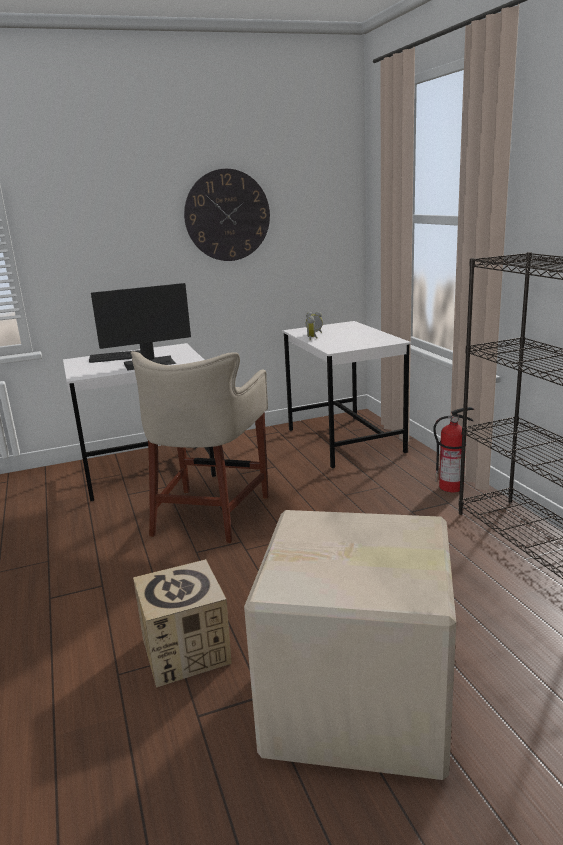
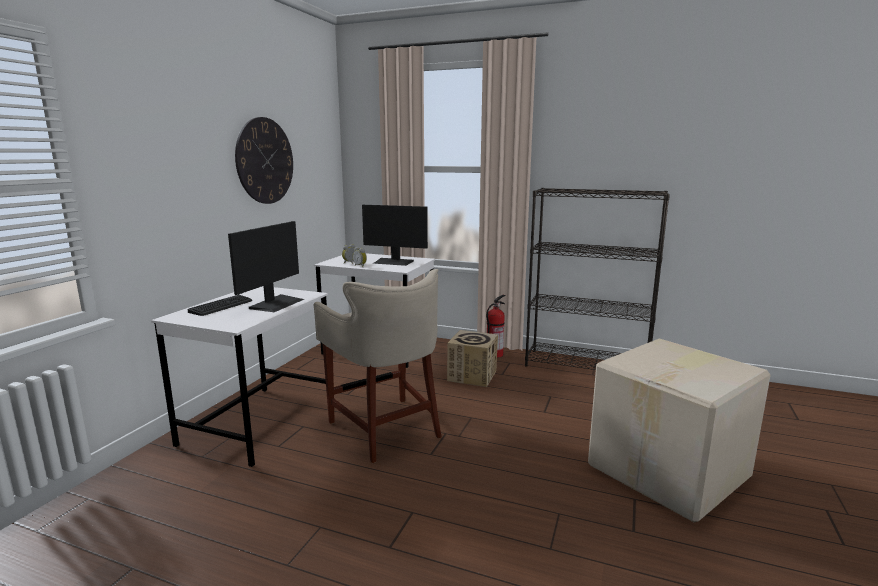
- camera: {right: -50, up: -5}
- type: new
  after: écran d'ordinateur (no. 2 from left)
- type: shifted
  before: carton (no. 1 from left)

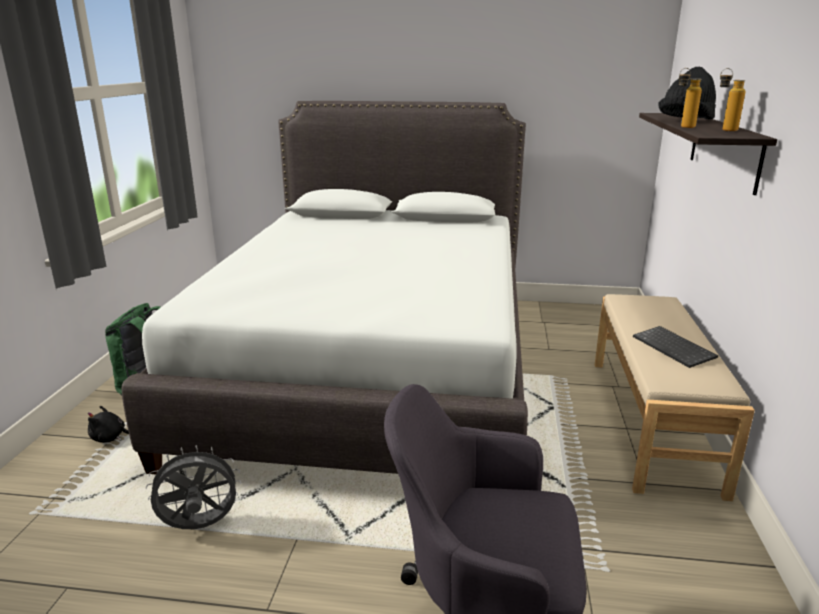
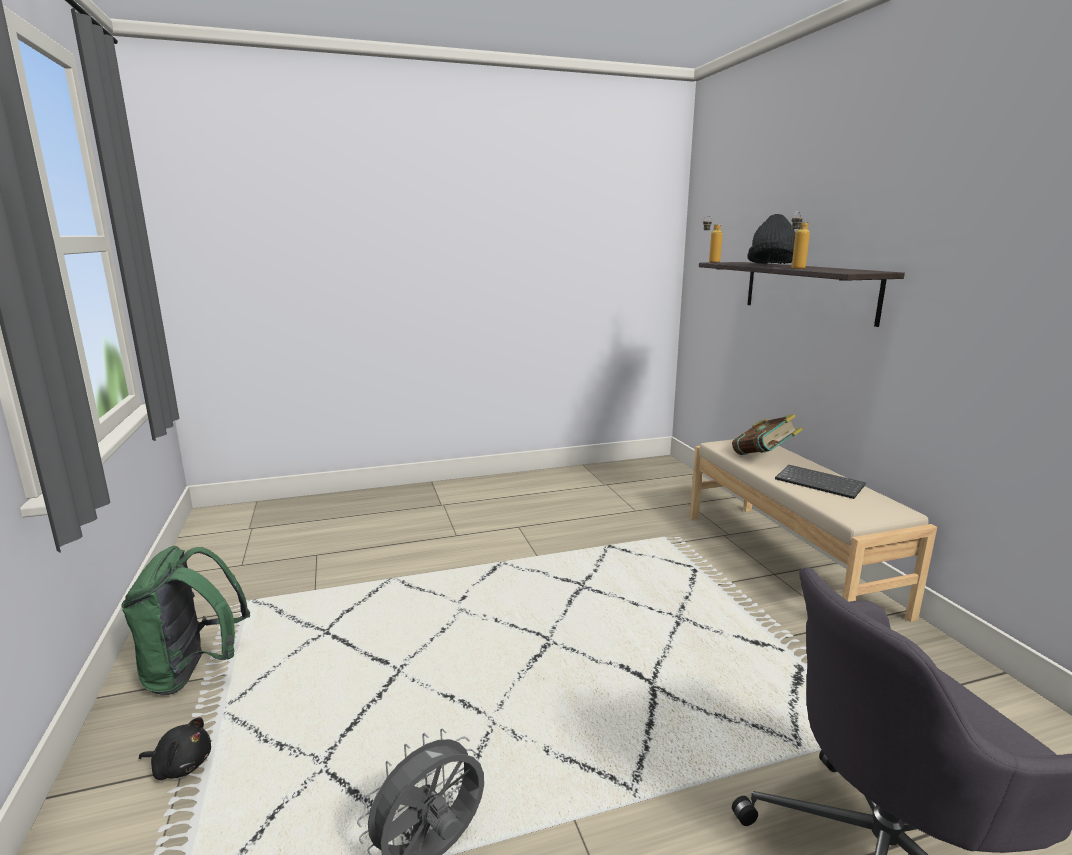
- camera: {right: -25, up: -5}
- type: gone
  before: lit/blanc
- type: new
  after: livre
- type: shifted
  before: bouteille (no. 2 from left in the first image)
  after: bouteille (no. 1 from left)
- type: rotated
  before: peluche/noir
  turn: -150

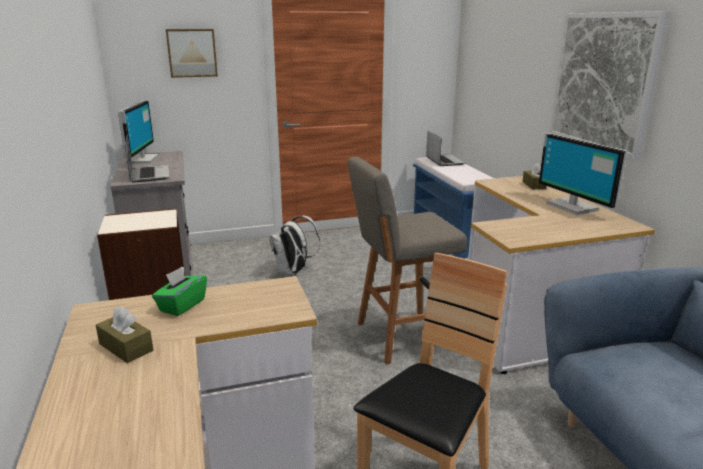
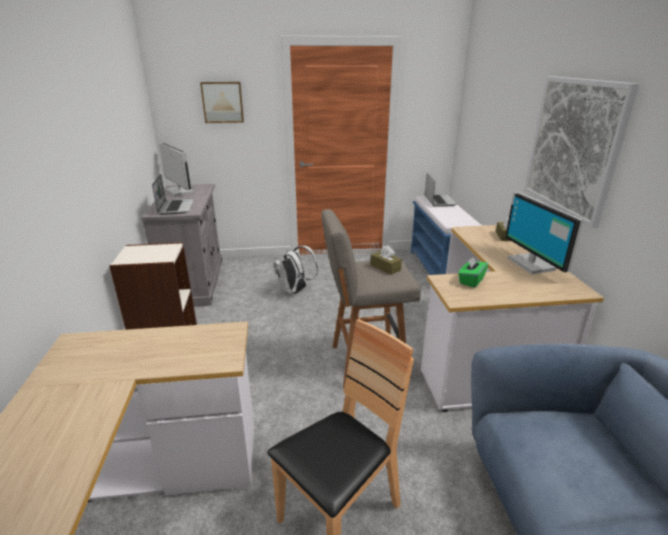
- camera: {right: 10, up: 5}
- type: shifted
  before: boîte à mouchoirs/marron (no. 1 from left)
- type: shifted
  before: boîte à mouchoirs/vert
- type: rotated
  before: écran d'ordinateur (no. 1 from left)
  turn: -45

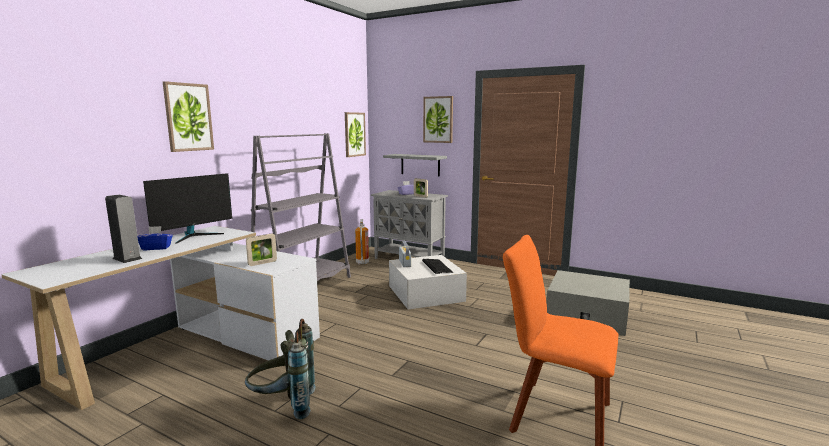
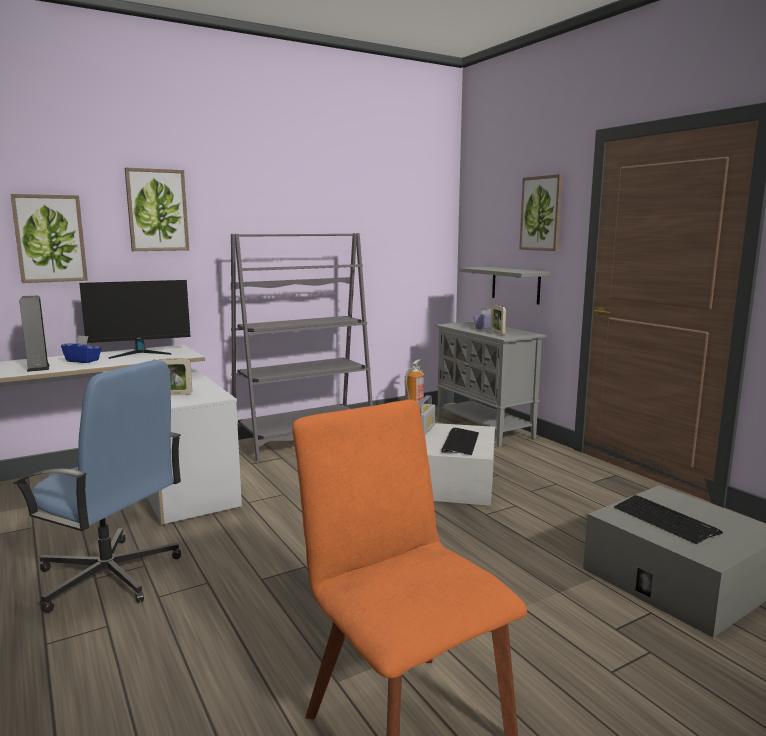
- camera: {right: 30, up: 0}
- type: new
  after: clavier (no. 2 from left)
- type: shifted
  before: tableau (no. 2 from left in the first image)
  after: tableau (no. 1 from left)
- type: swapped
  before: sac à dos/gris
  after: chaise de bureau/bleu

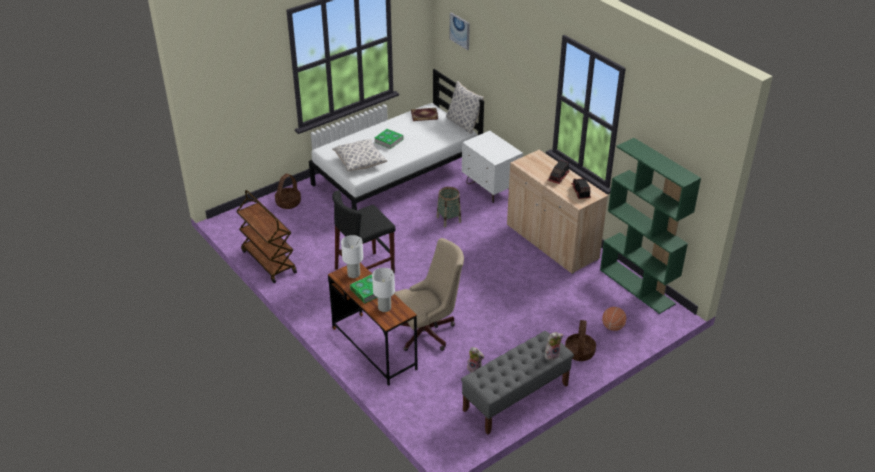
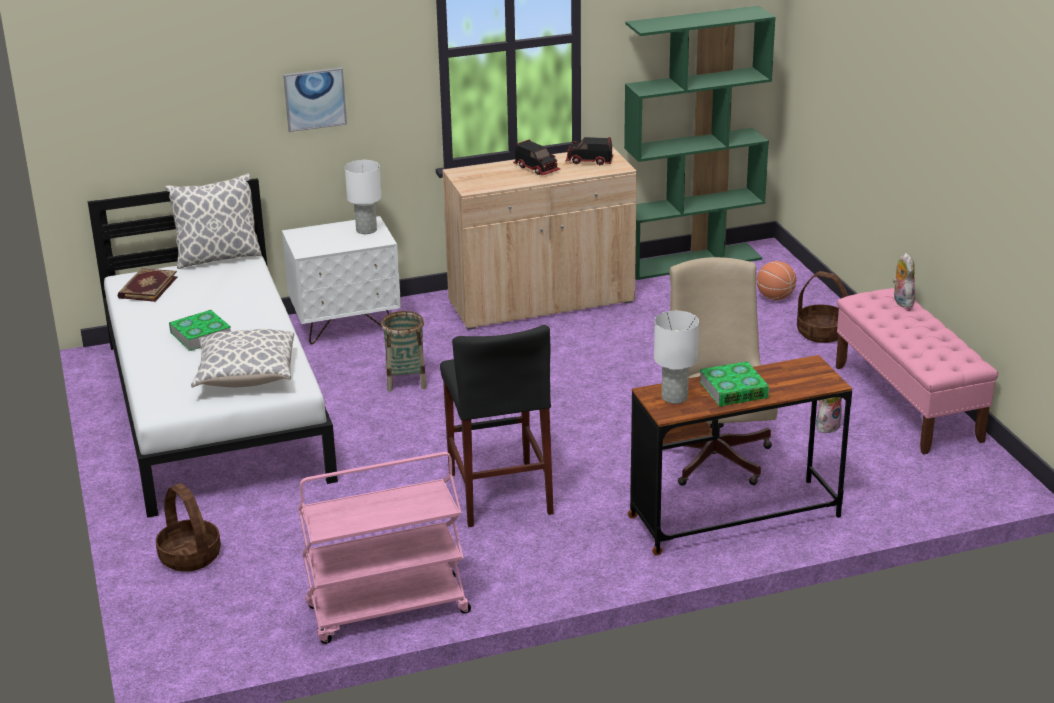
- camera: {right: -70, up: -10}
- type: shifted
  before: lampe de table/blanc (no. 2 from left in the first image)
  after: lampe de table/blanc (no. 1 from left)
- type: shifted
  before: tableau
- type: repainted
  before: chariot/marron
  after: chariot/rose
- type: repainted
  before: banc/gris
  after: banc/rose

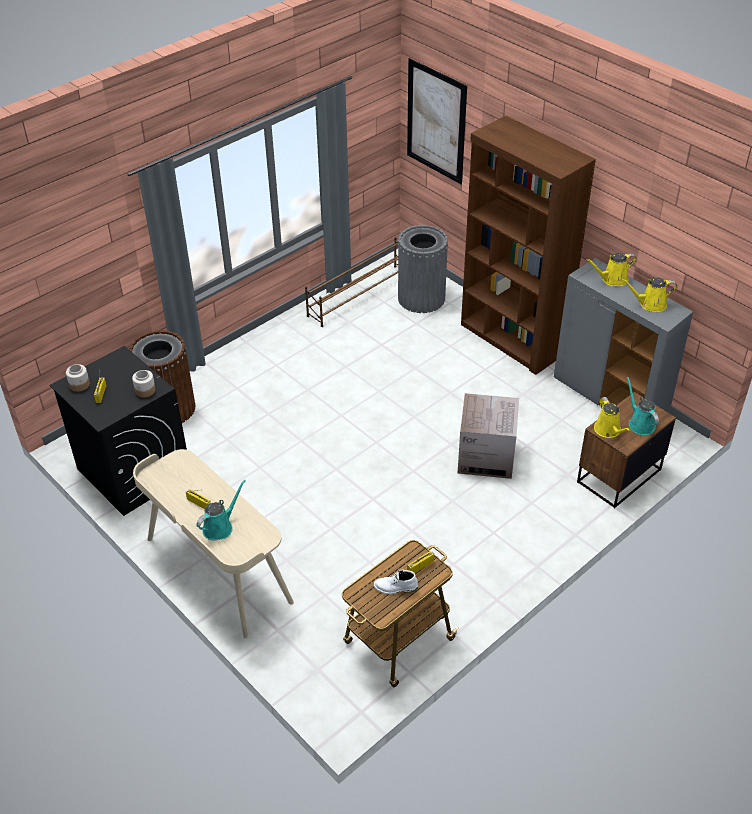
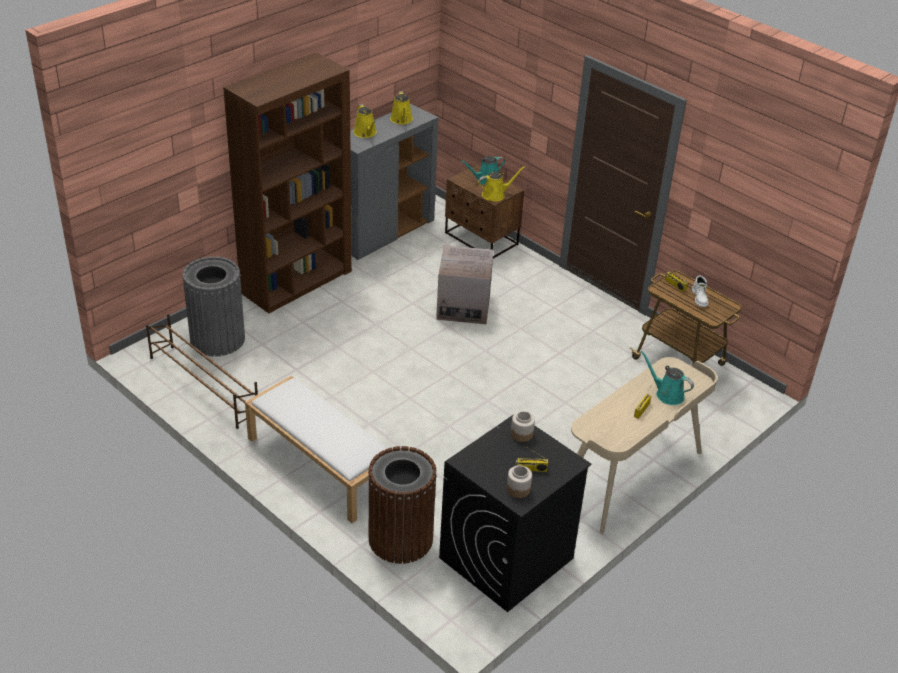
- camera: {right: -95, up: -5}
- type: gone
  before: tableau
- type: new
  after: banc/blanc

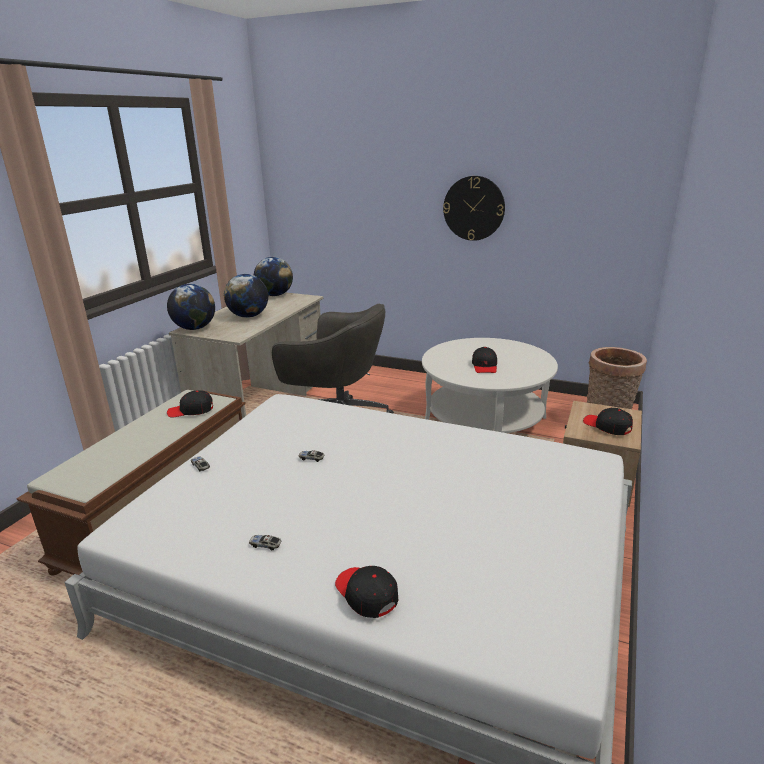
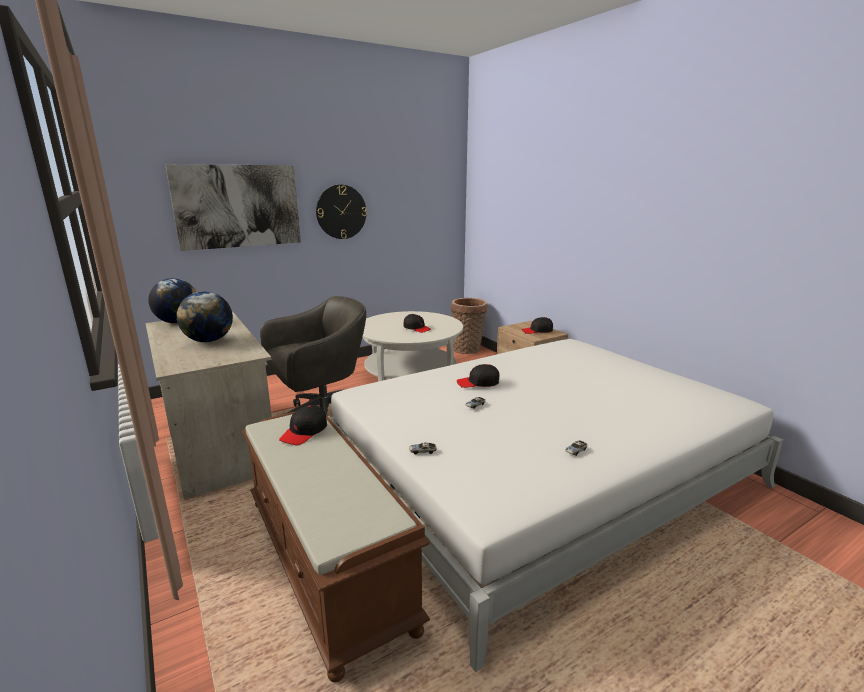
- camera: {right: -55, up: -5}
- type: gone
  before: globe (no. 1 from left)
- type: new
  after: tableau
- type: shifted
  before: casquette/noir (no. 2 from left in the first image)
  after: casquette/noir (no. 3 from left)

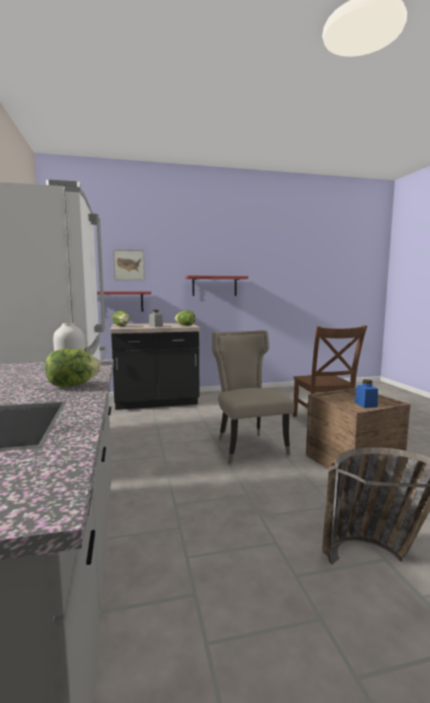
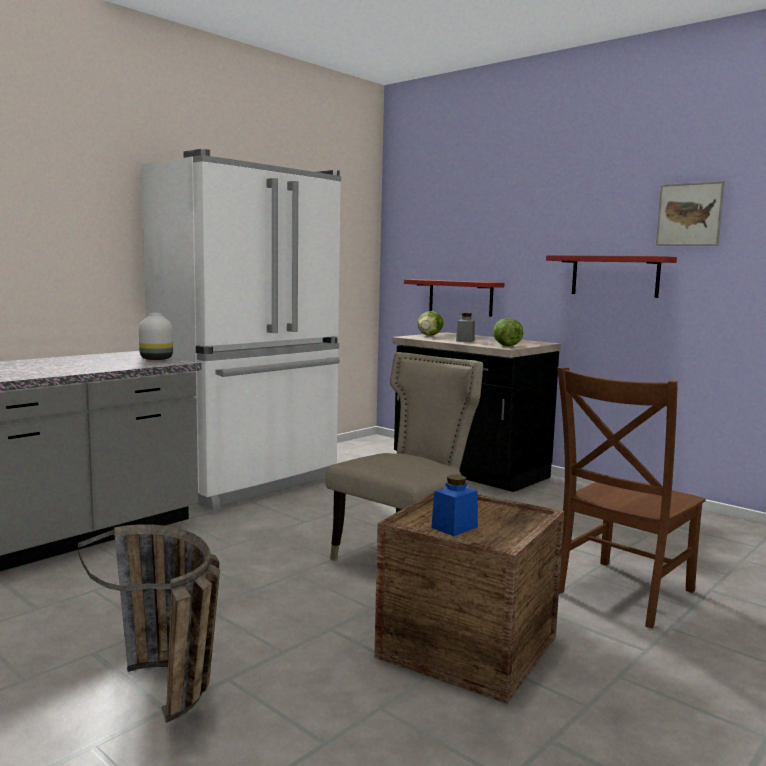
- camera: {right: 55, up: 0}
- type: gone
  before: laitue (no. 1 from left)
- type: shifted
  before: tableau

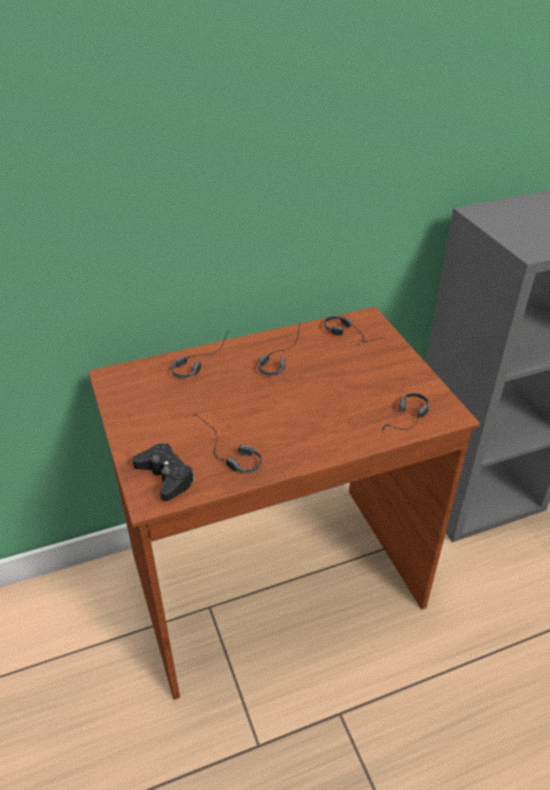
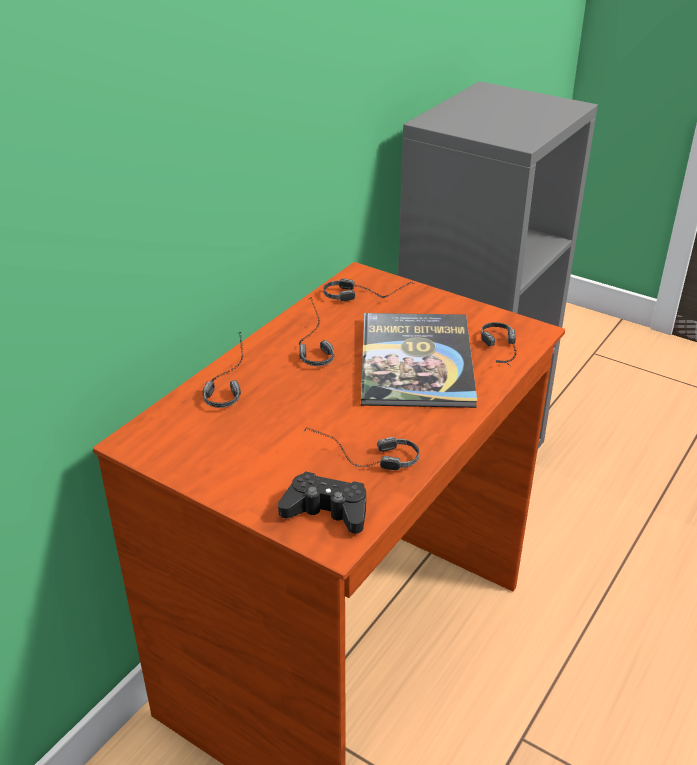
- camera: {right: -35, up: -5}
- type: new
  after: livre

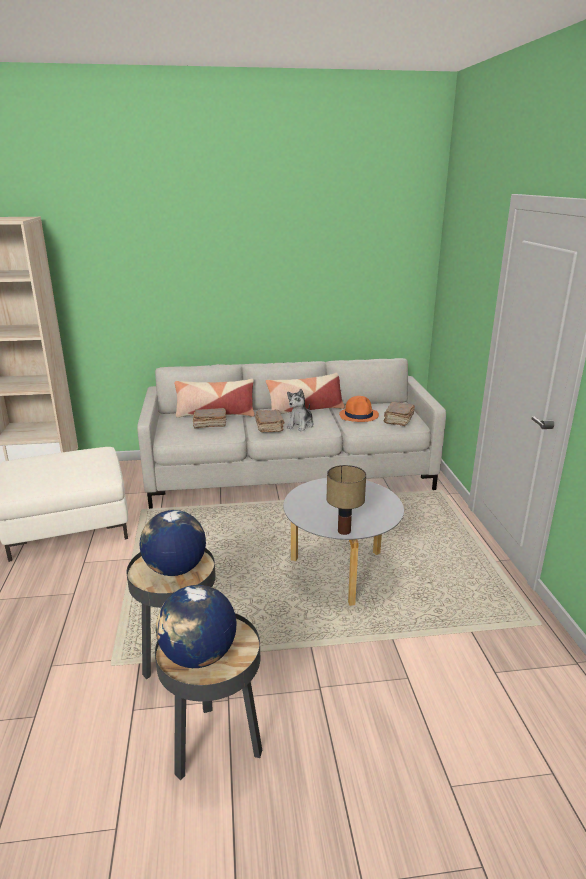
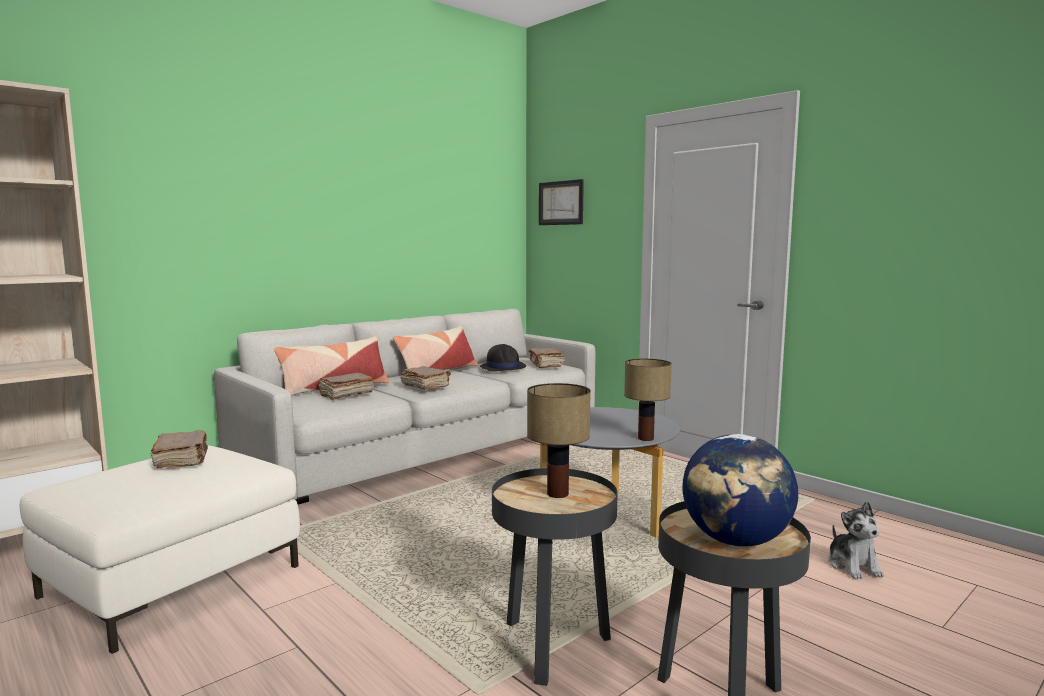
- camera: {right: -35, up: -15}
- type: new
  after: livre/marron (no. 1 from left)
- type: new
  after: tableau
- type: shifted
  before: peluche
- type: swapped
  before: globe (no. 1 from left)
  after: lampe de table (no. 1 from left)
- type: repainted
  before: chapeau/orange
  after: chapeau/noir

